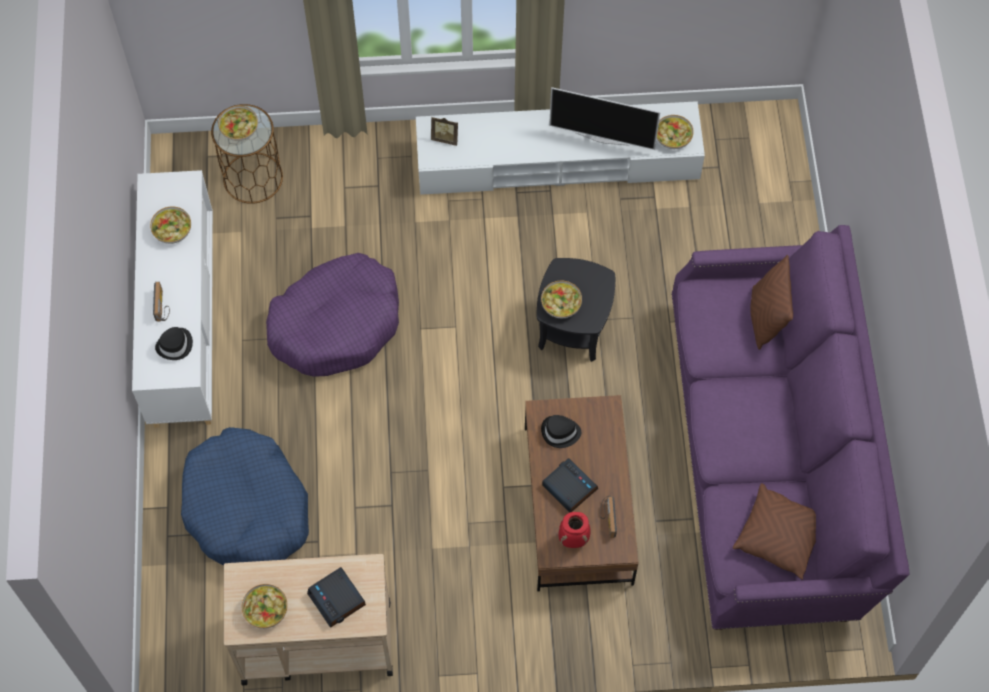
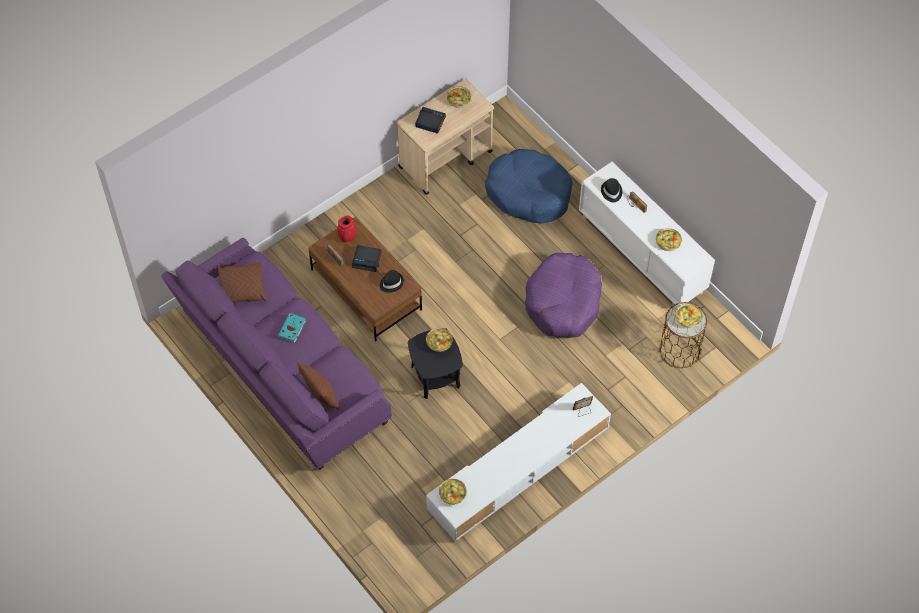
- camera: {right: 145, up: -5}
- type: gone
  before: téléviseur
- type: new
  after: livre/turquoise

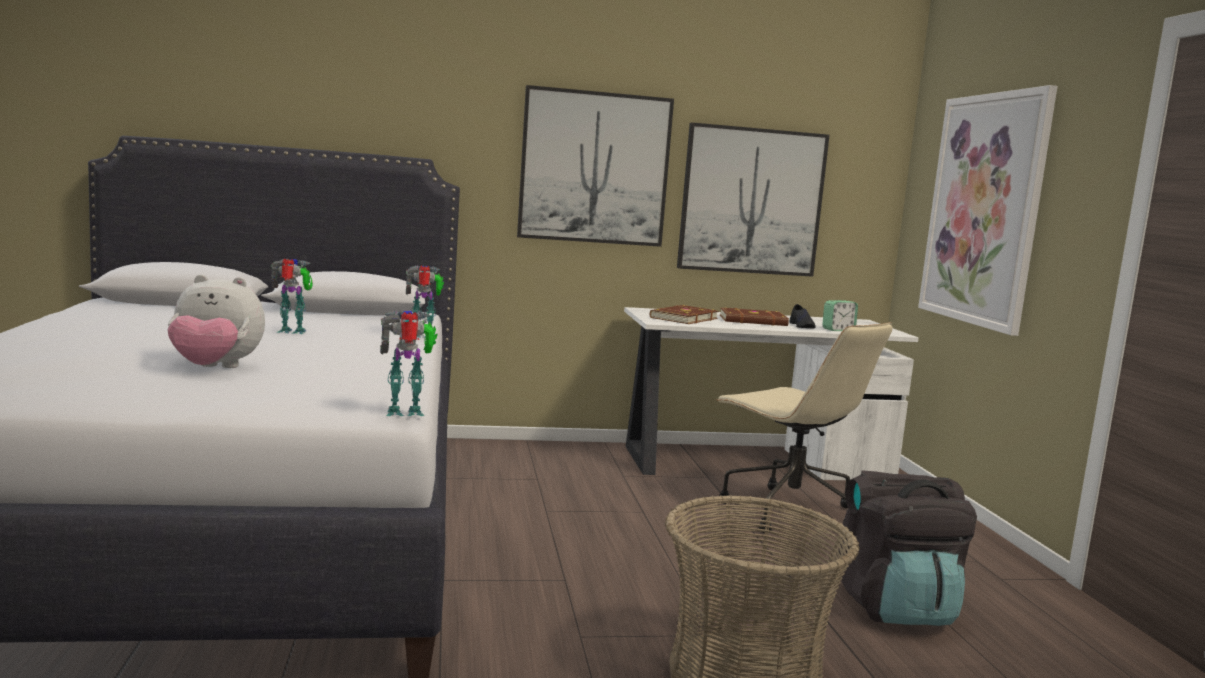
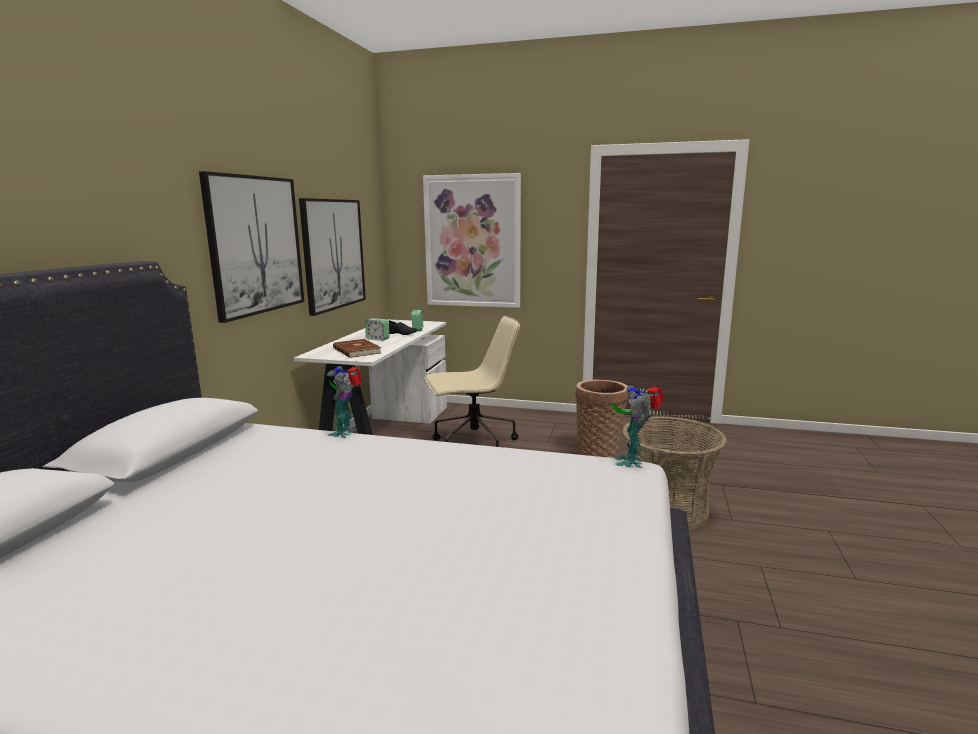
- camera: {right: -65, up: 5}
- type: gone
  before: peluche
- type: gone
  before: robot jouet (no. 1 from left)
- type: swapped
  before: livre/marron (no. 2 from left)
  after: réveil (no. 1 from left)
- type: swapped
  before: sac à dos/noir
  after: panier (no. 1 from left)

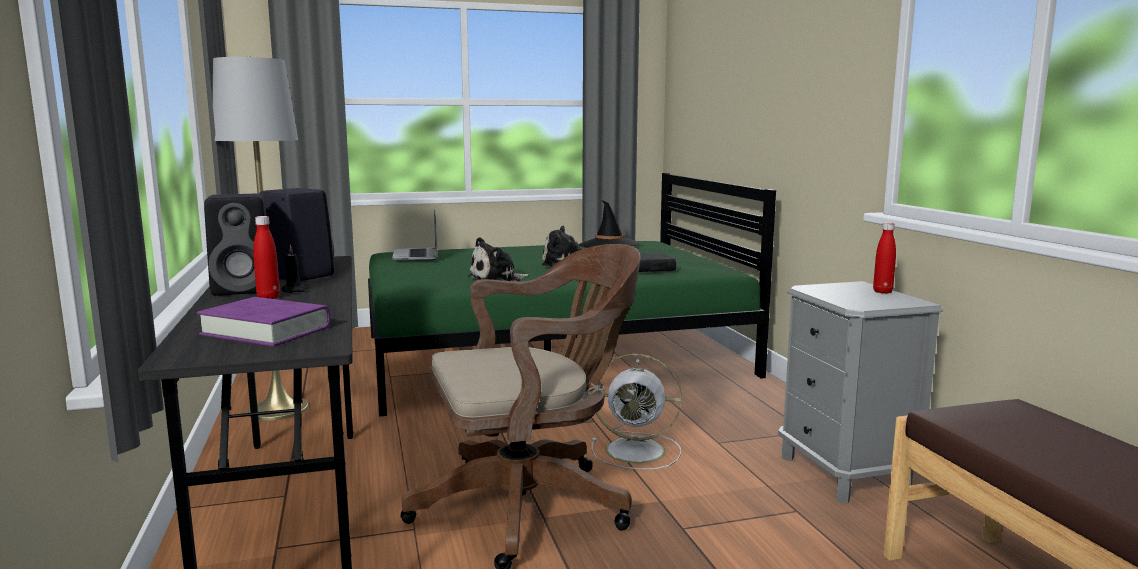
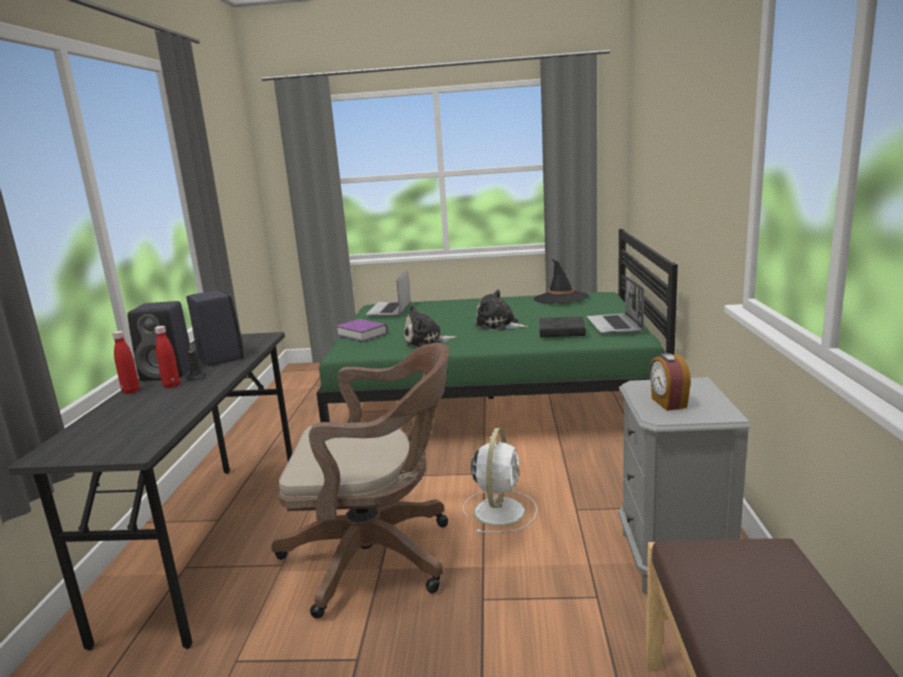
- camera: {right: 20, up: 5}
- type: gone
  before: lampadaire/gris
- type: new
  after: ordinateur portable (no. 2 from left)
- type: new
  after: réveil
- type: shifted
  before: livre/violet
- type: shifted
  before: bouteille/rouge (no. 2 from left in the first image)
  after: bouteille/rouge (no. 1 from left)
- type: rotated
  before: ventilateur/blanc
  turn: -105

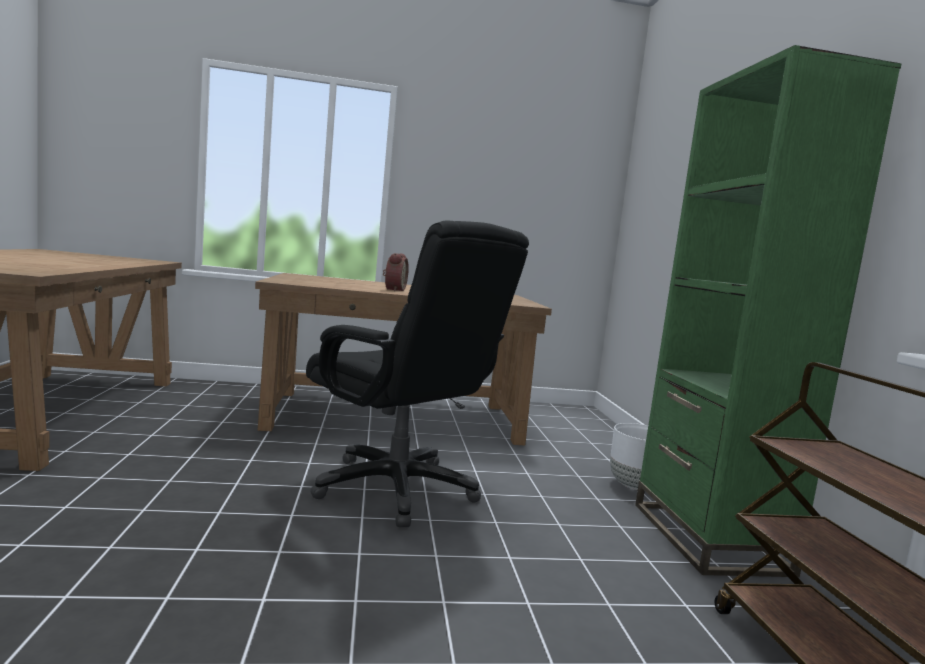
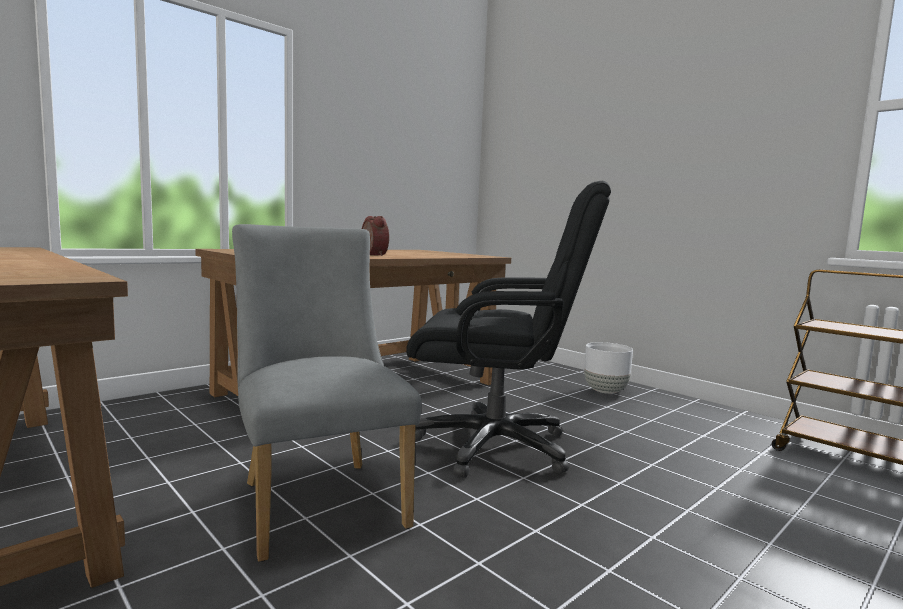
- camera: {right: -35, up: 0}
- type: gone
  before: bibliothèque/vert
- type: new
  after: chaise/gris

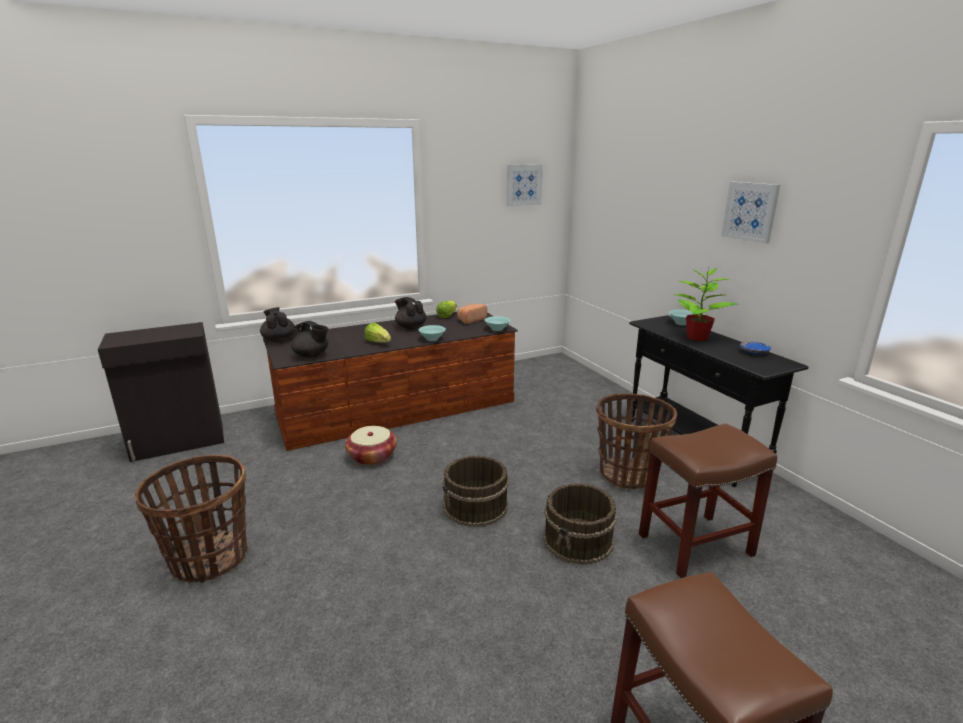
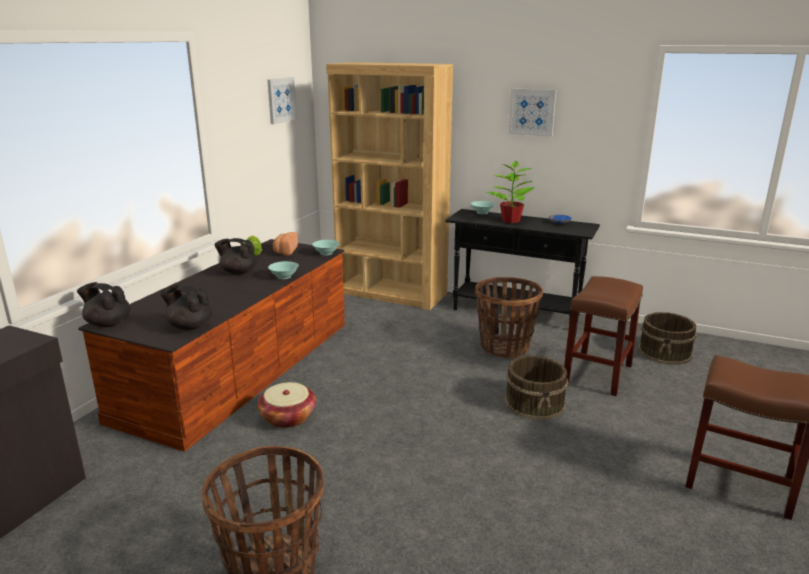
- camera: {right: -40, up: 0}
- type: gone
  before: laitue (no. 1 from left)
- type: new
  after: bibliothèque/marron
- type: shifted
  before: seau/marron (no. 1 from left in the first image)
  after: seau/marron (no. 2 from left)
- type: rotated
  before: théière/noir (no. 2 from left)
  turn: -150

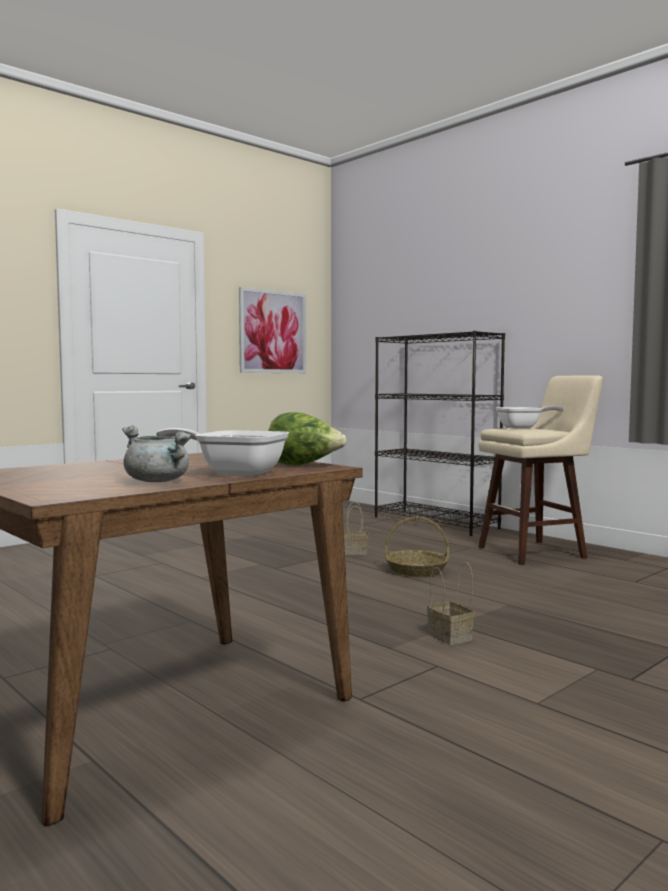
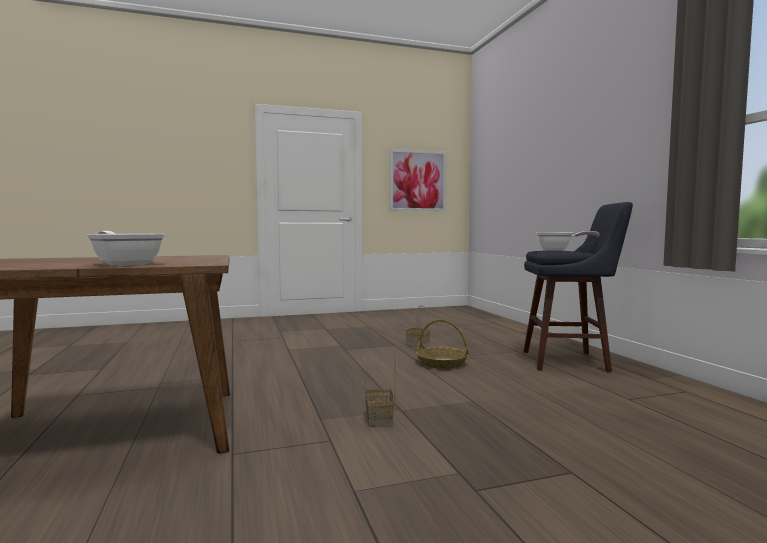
- camera: {right: 25, up: 0}
- type: gone
  before: marmite/gris
- type: gone
  before: laitue
- type: gone
  before: bibliothèque/noir
- type: repainted
  before: tabouret/beige
  after: tabouret/bleu

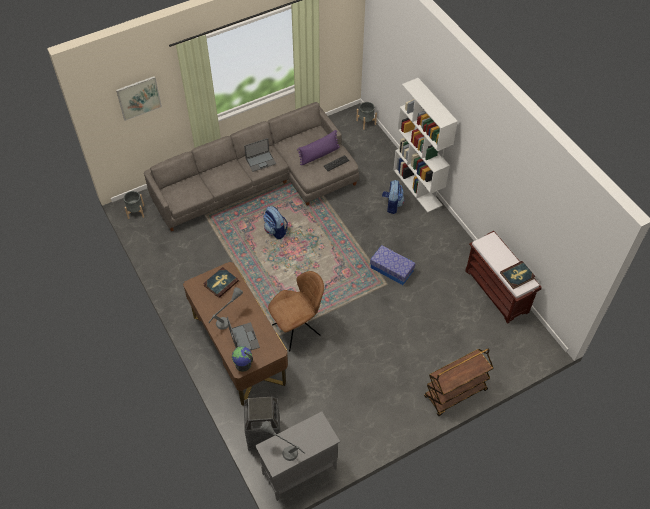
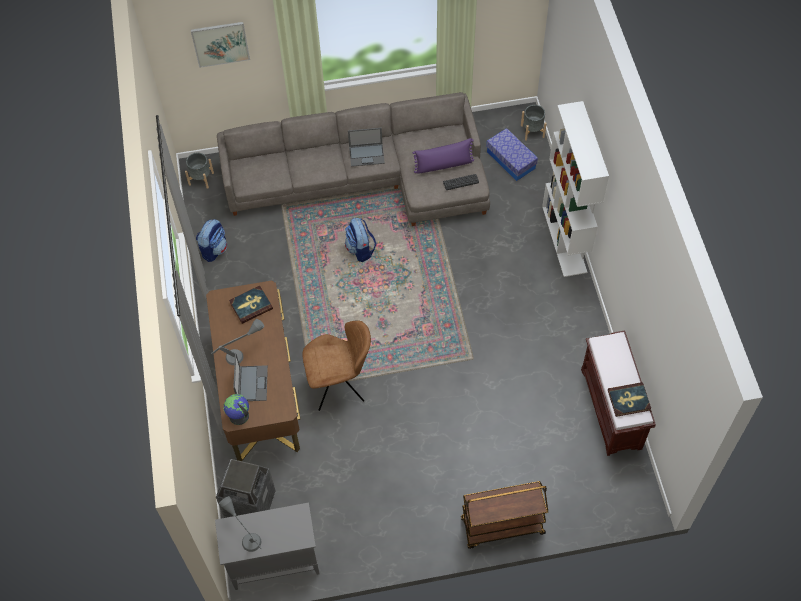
- camera: {right: 20, up: 5}
- type: shifted
  before: boîte de rangement
- type: shifted
  before: sac à dos (no. 2 from left in the first image)
  after: sac à dos (no. 1 from left)

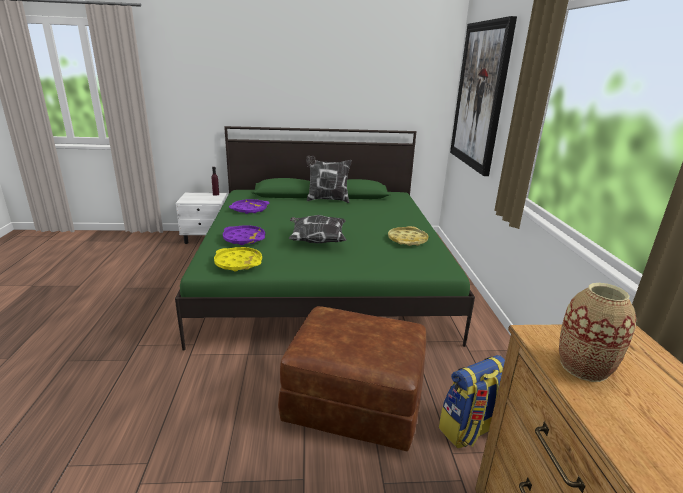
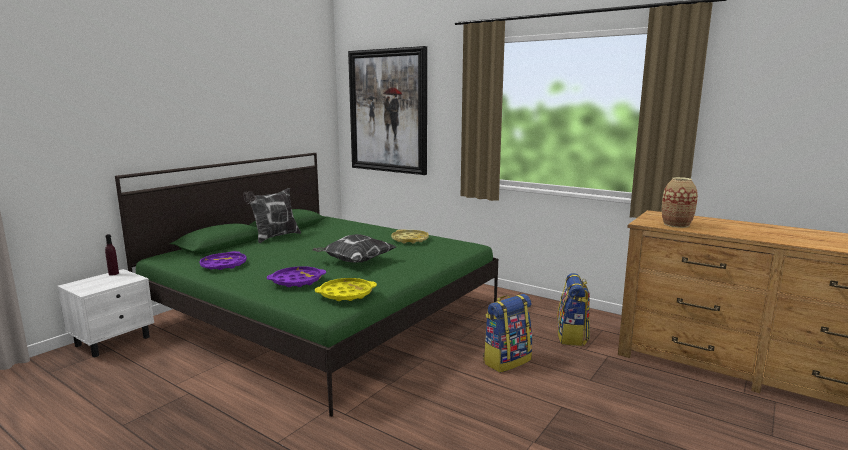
- camera: {right: -50, up: -10}
- type: swapped
  before: pouf/marron
  after: sac à dos (no. 1 from left)

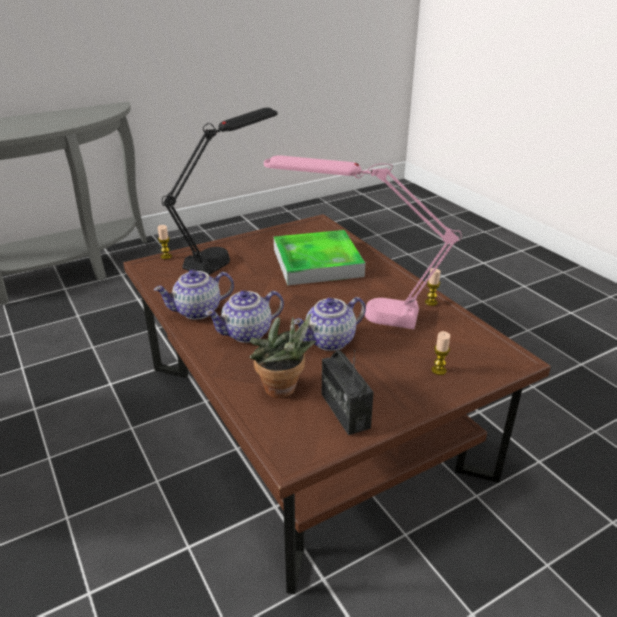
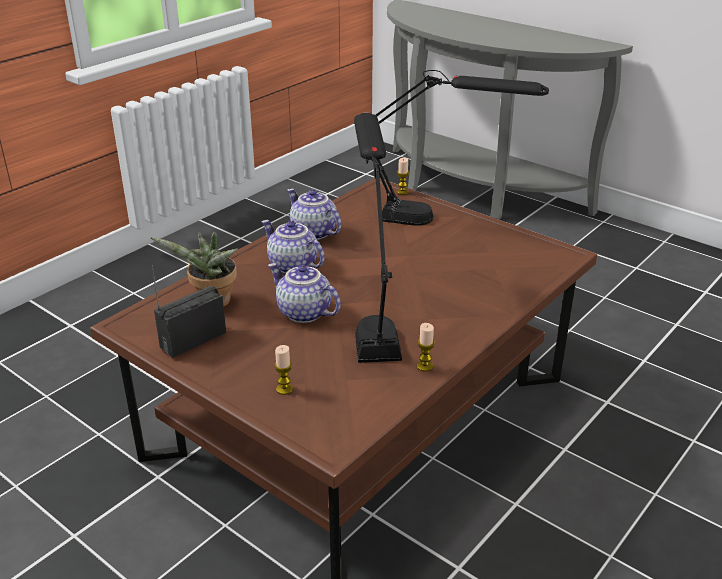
- camera: {right: 70, up: 0}
- type: gone
  before: plateau
- type: repainted
  before: lampe de table/rose
  after: lampe de table/noir (no. 1 from left)

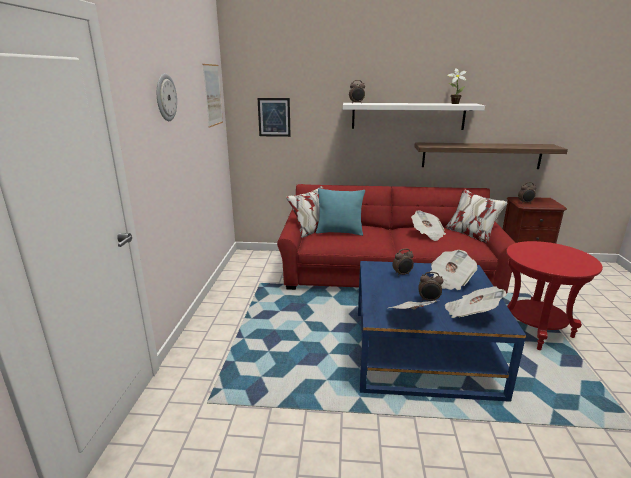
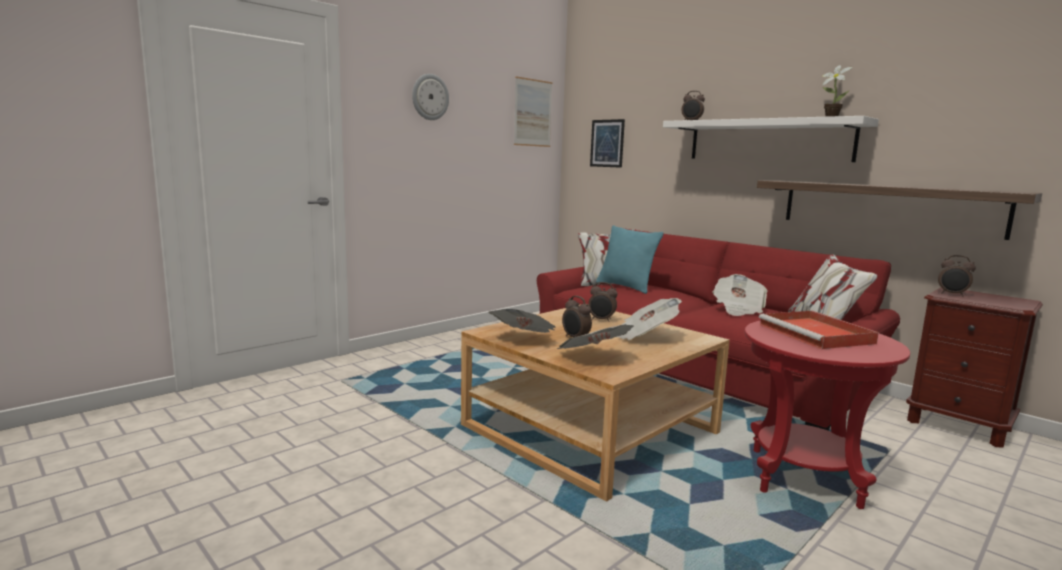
- camera: {right: 40, up: -10}
- type: new
  after: plateau/rouge
- type: repainted
  before: table basse/bleu
  after: table basse/beige

